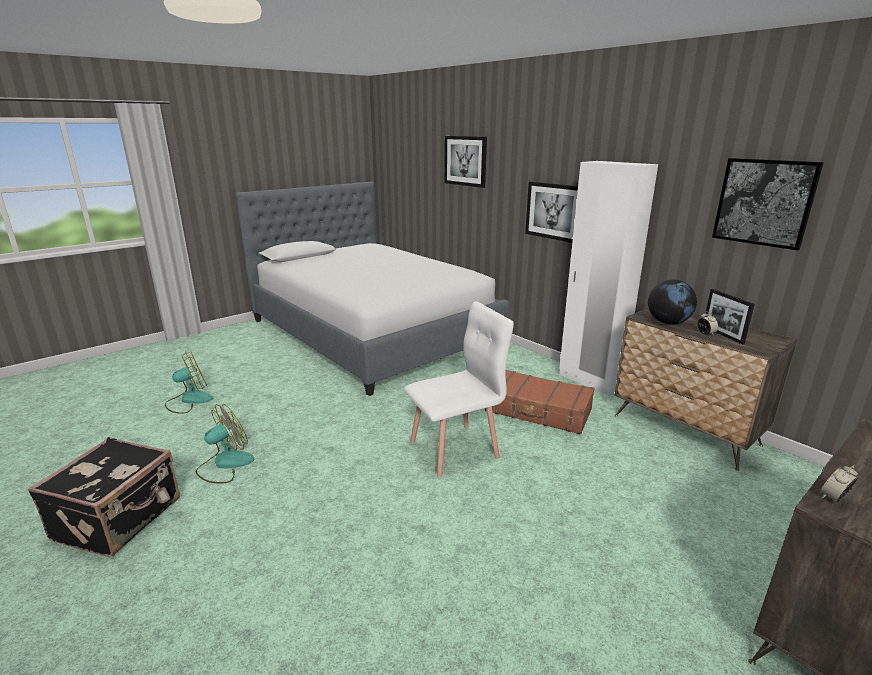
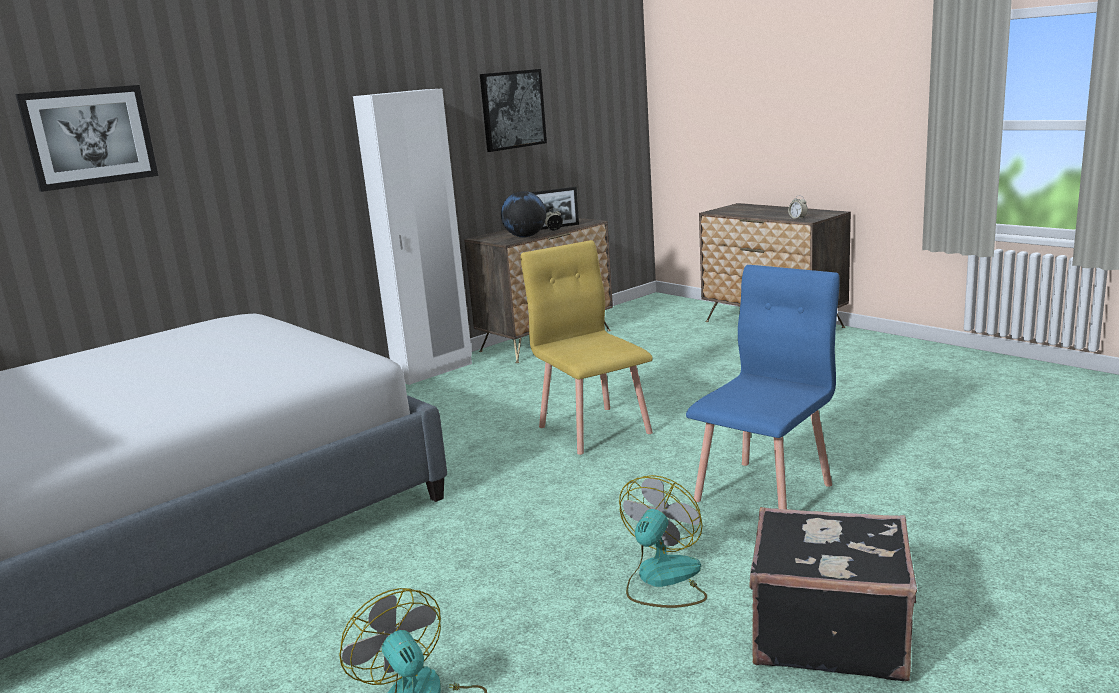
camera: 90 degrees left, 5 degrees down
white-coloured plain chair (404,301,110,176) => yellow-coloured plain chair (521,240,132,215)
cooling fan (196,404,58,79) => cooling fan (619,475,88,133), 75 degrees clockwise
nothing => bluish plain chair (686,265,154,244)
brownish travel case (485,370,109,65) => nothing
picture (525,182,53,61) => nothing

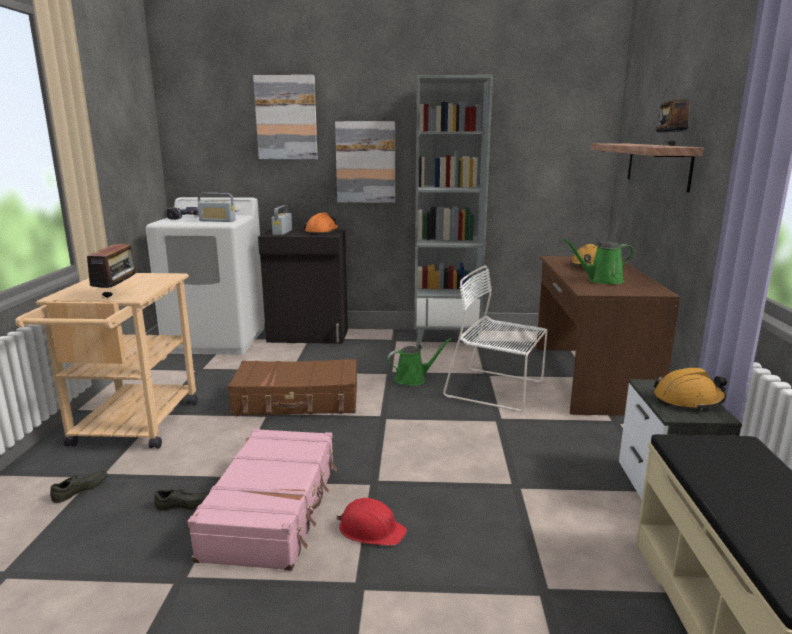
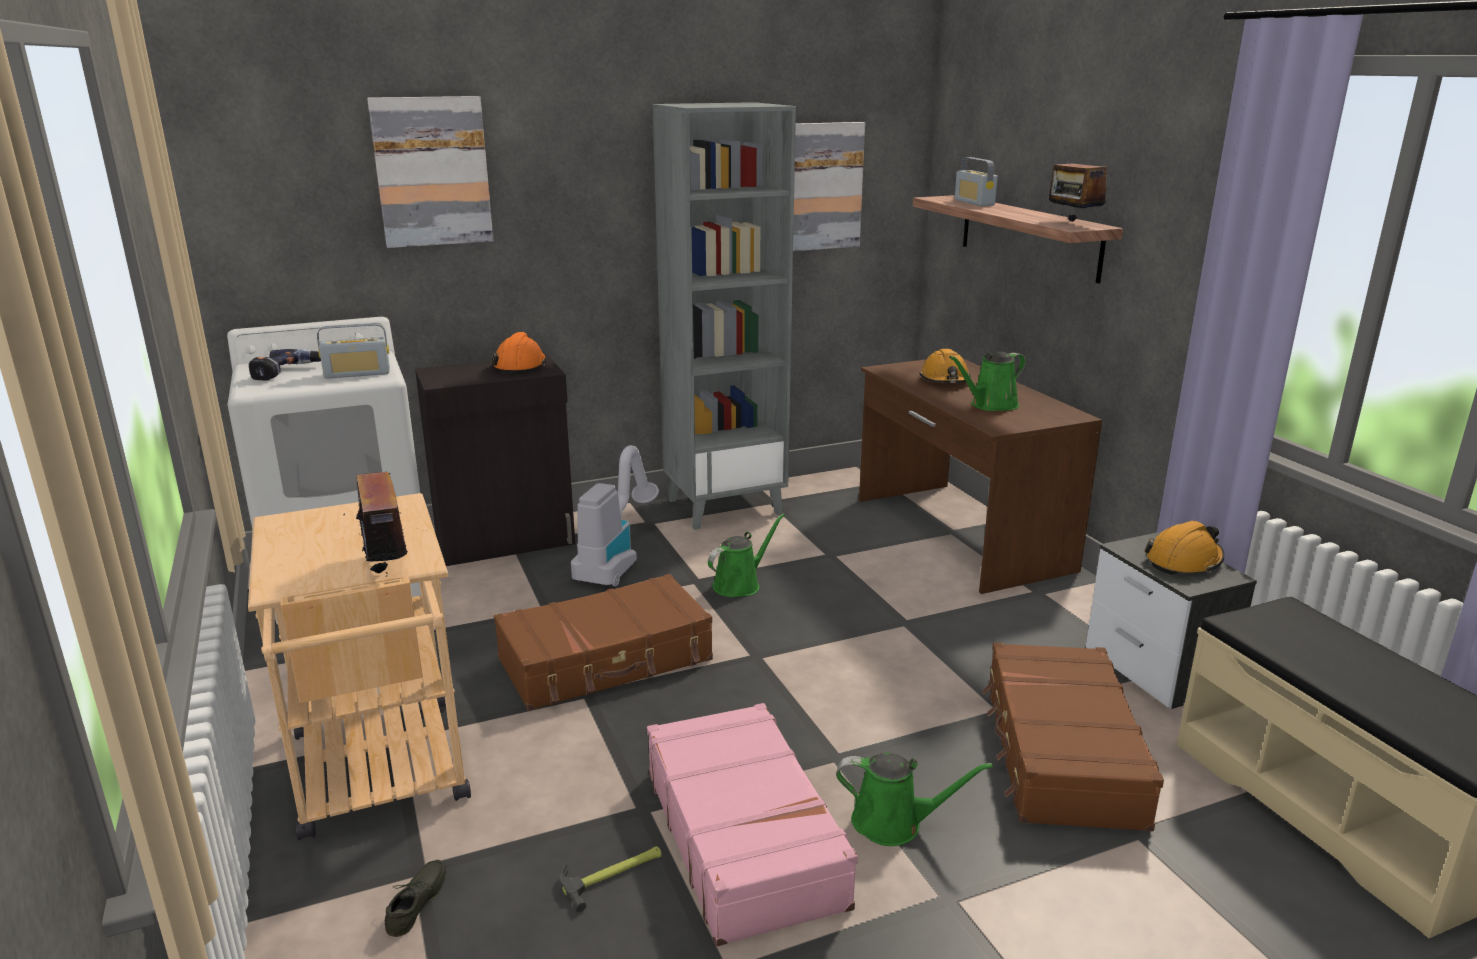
camera: 25 degrees left, 5 degrees up
grey low shoe (154,486,55,25) => hammer (560,846,102,67)
nothing => vacuum (571,445,88,141)
picture (335,121,60,82) => picture (793,122,72,129), shifted
red-coloured safety helmet (336,498,71,48) => greenish sprinkling can (836,753,157,93)
radio (272,205,20,30) => radio (955,157,43,49), shifted
nothing => brownish travel case (982,642,182,189)
white-coloured plain chair (443,266,105,146) => nothing

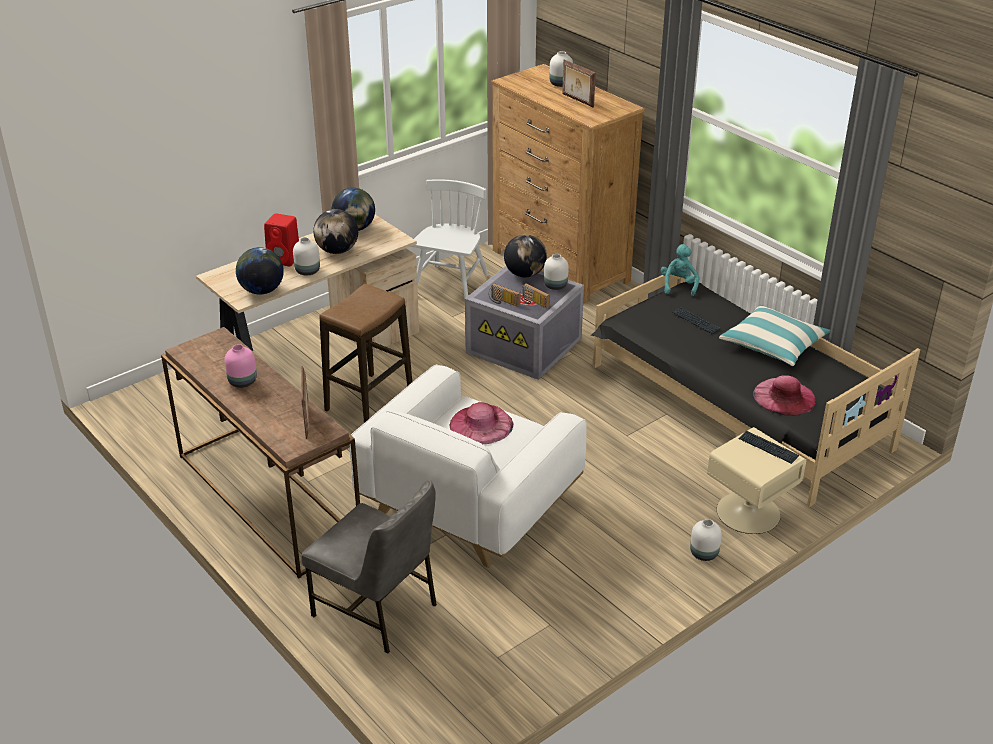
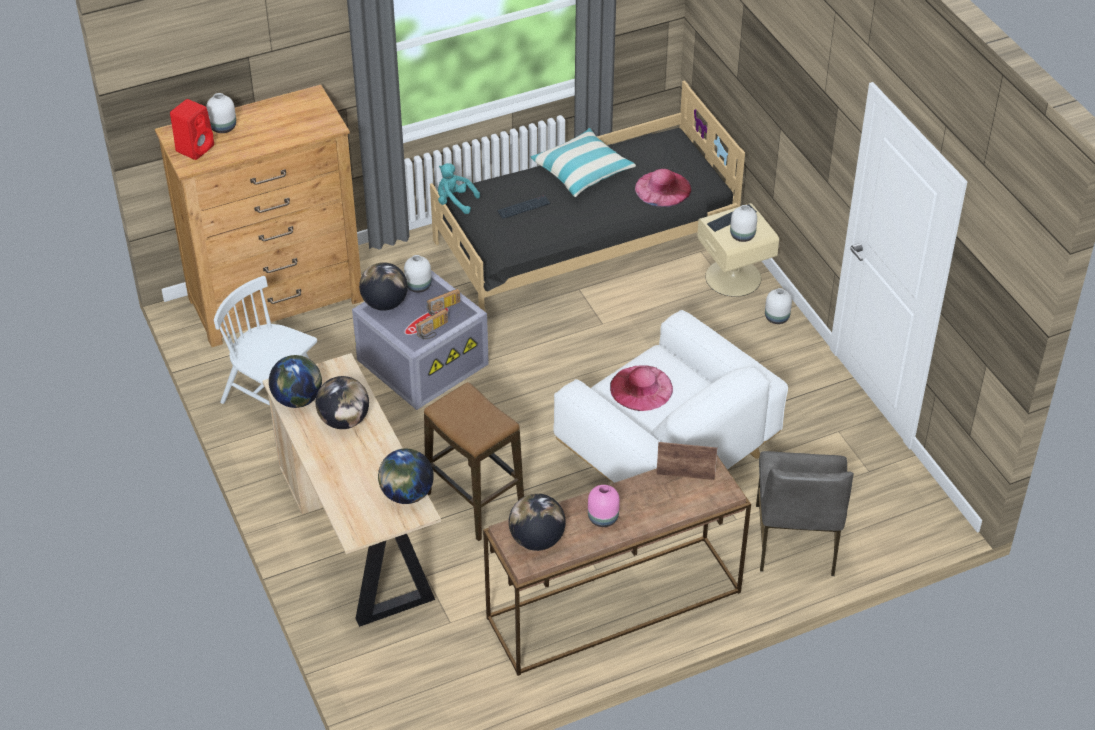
camera: 75 degrees left, 10 degrees up
red-coloured speaker (264,213,35,53) => red-coloured speaker (170,99,44,61), shifted
nothing => desk globe (509,494,57,57)
white-coloured decorative vase (293,237,27,38) => white-coloured decorative vase (730,205,27,37), shifted
grey plain chair (301,480,136,174) => grey plain chair (756,451,98,125), 135 degrees clockwise
picture frame (562,60,34,48) => nothing

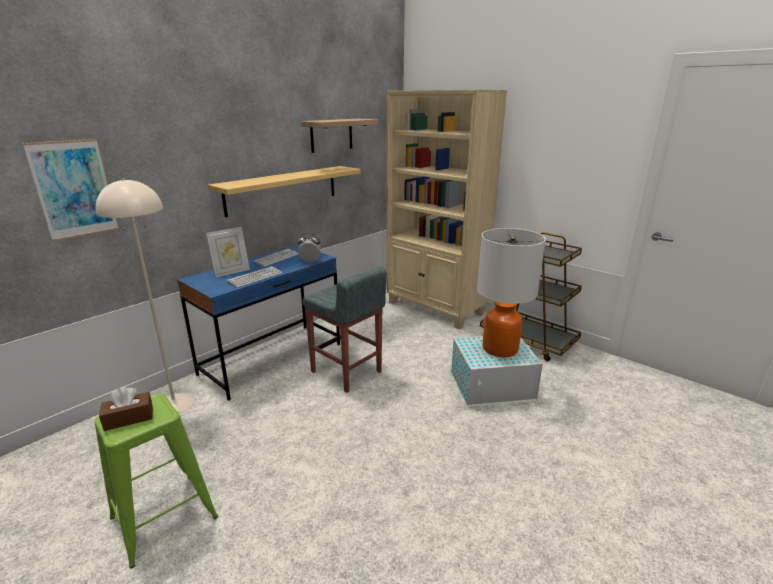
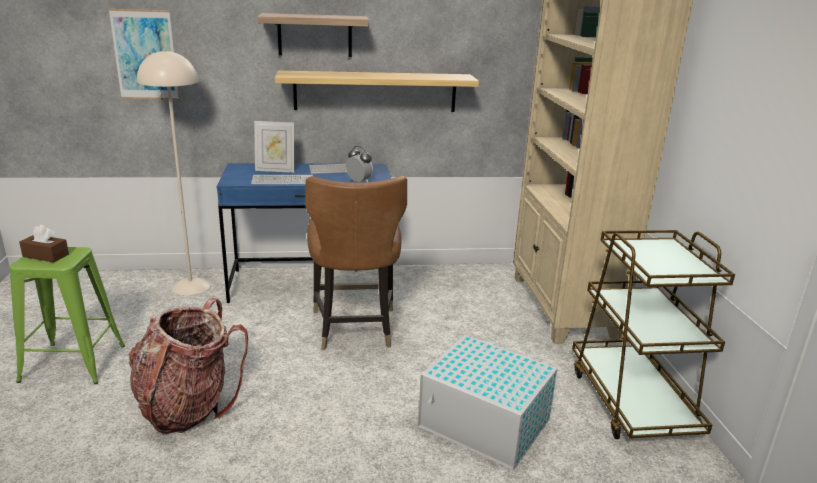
camera: 40 degrees right, 0 degrees up
nothing => knapsack (129,298,119,137)
shelf (301,119,77,34) => shelf (258,13,111,44), shifted
grey stool seat (302,267,85,126) => brownish plain chair (305,176,102,174)
tabletop lamp (477,228,69,129) => nothing

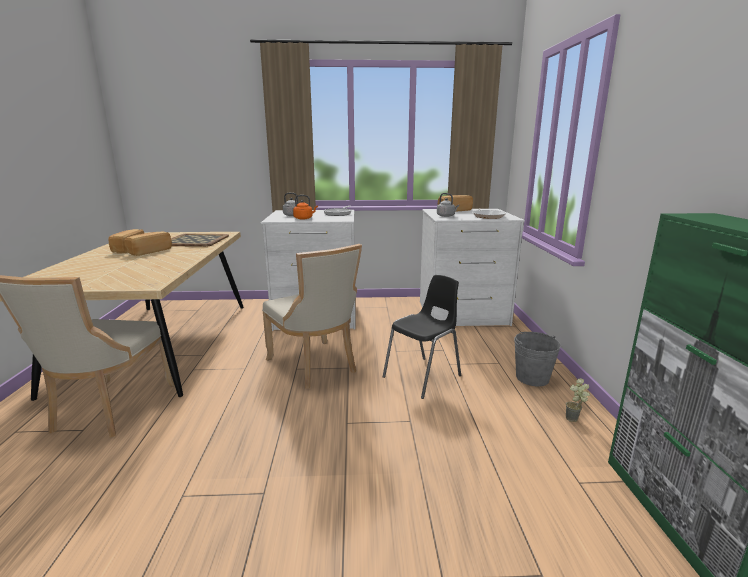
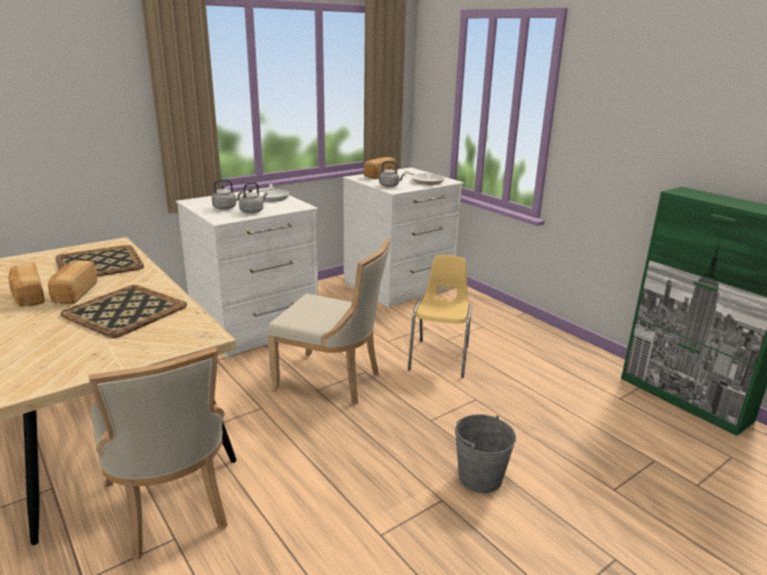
camera: 35 degrees left, 5 degrees up
nothing => tray (60,285,127,53)
orange-coloured water kettle (293,195,25,24) => grey water kettle (239,182,28,31)
black plain chair (383,275,78,124) => yellow-coloured plain chair (408,255,64,123)
grey bucket (514,332,47,54) => grey bucket (455,414,61,79), shifted
plant in a pot (566,378,24,44) => nothing

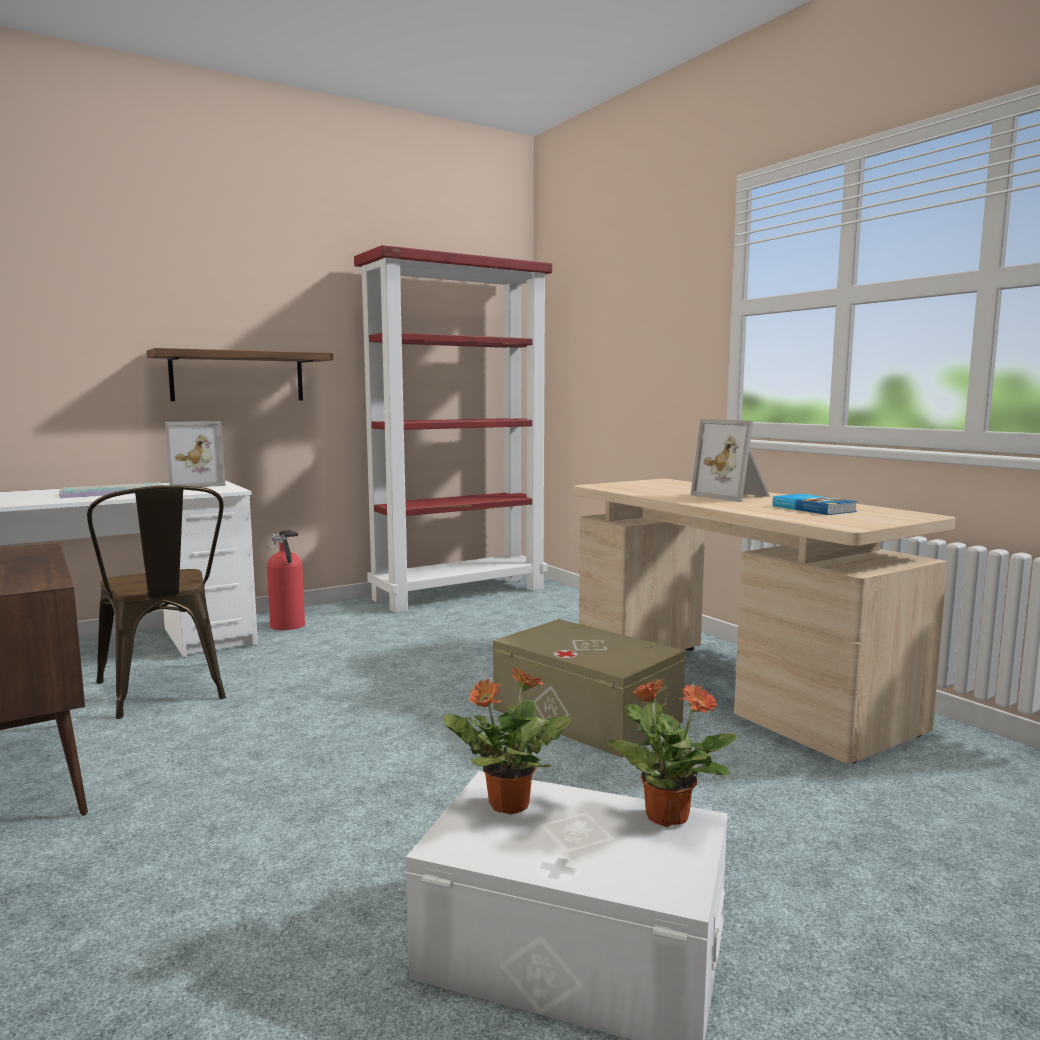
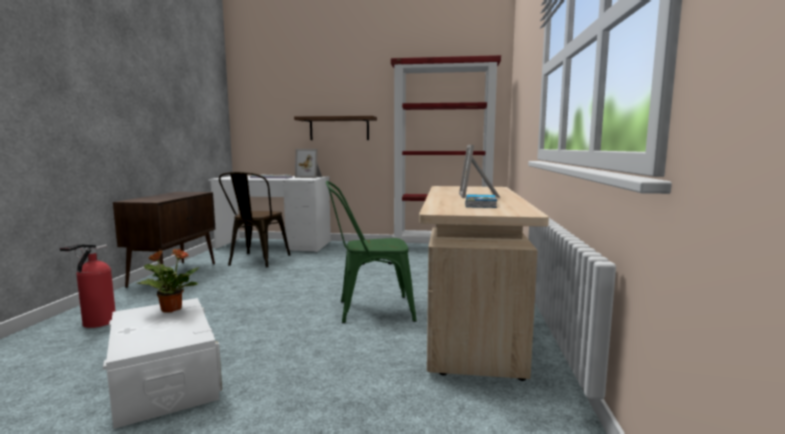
camera: 40 degrees right, 0 degrees up
fire-fighting cylinder (265,530,40,100) => fire-fighting cylinder (60,244,55,84), shifted
sand-coloured storage container (493,619,192,139) => greenish plain chair (326,181,90,142)
plant in a pot (605,678,133,149) => nothing

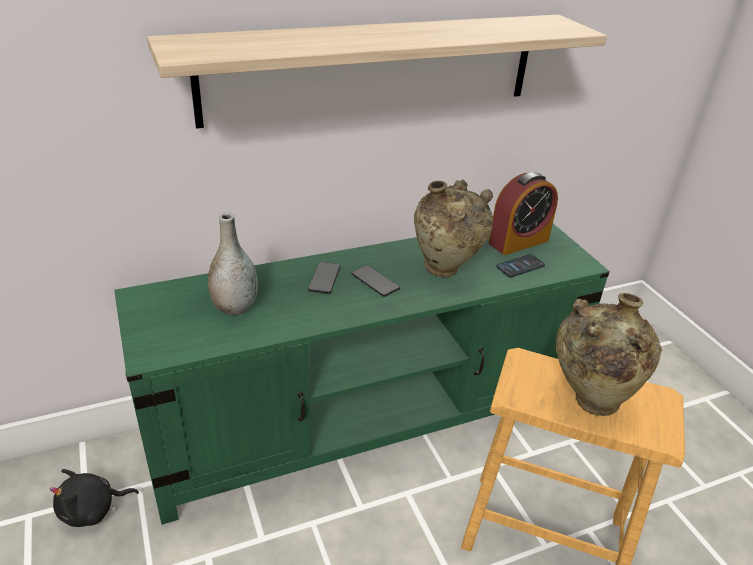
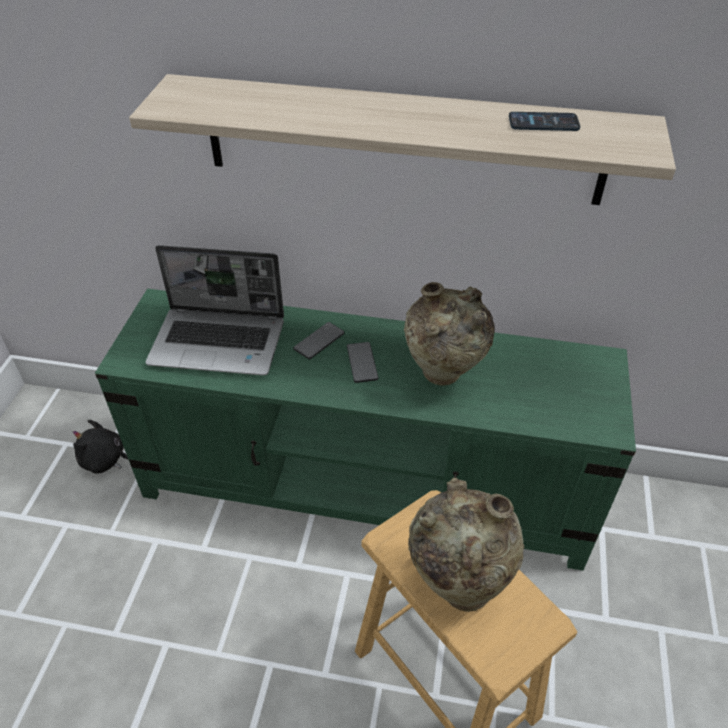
camera: 35 degrees right, 10 degrees up
grey decorative vase (208,212,50,103) => laptop (146,245,138,131)
handset (496,254,49,23) => handset (509,112,71,19), shifted
alarm clock (488,172,70,83) => nothing

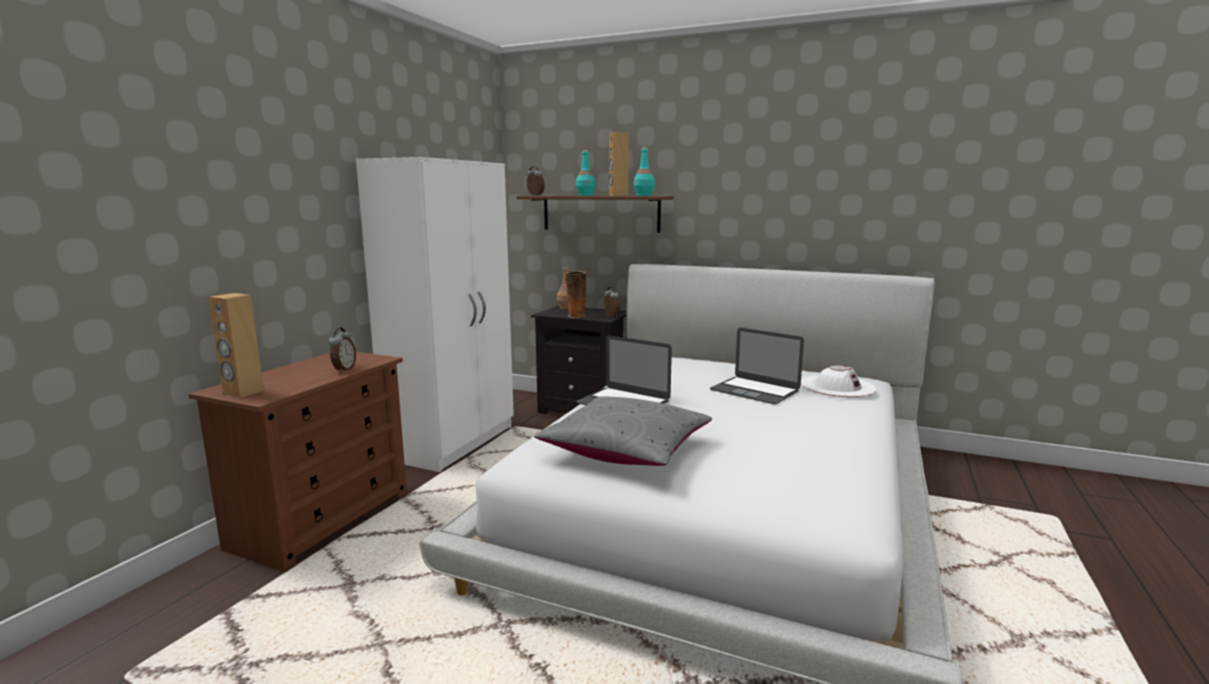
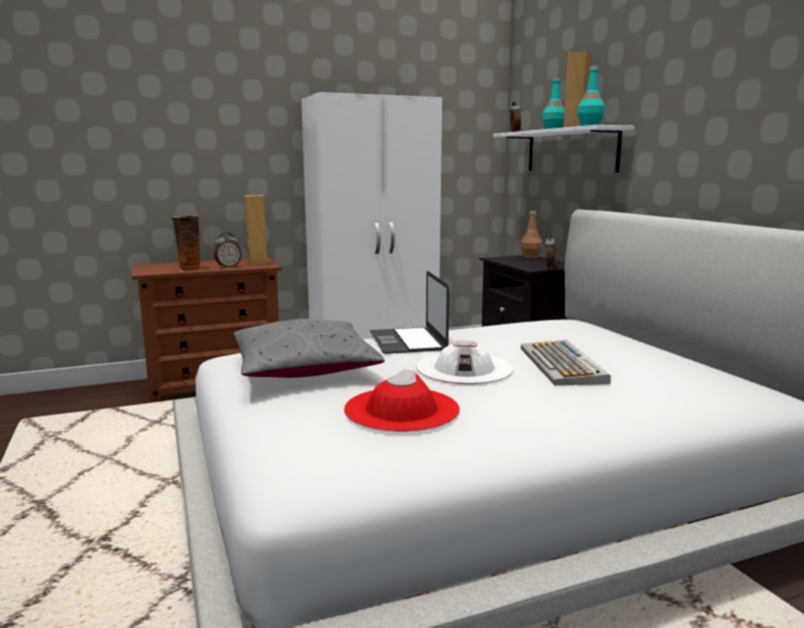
camera: 45 degrees right, 0 degrees up
decorative vase (566,271,20,47) => decorative vase (172,215,29,56), shifted
brownish speaker (209,293,55,105) => brownish speaker (244,195,23,71), shifted
nothing => red-coloured clothing hat (344,370,116,62)
white-coloured clothing hat (801,365,75,32) => white-coloured clothing hat (416,340,97,44), shifted
brownish shelf (517,196,157,37) => white-coloured shelf (493,125,141,47)
laptop (710,328,94,76) => keyboard (521,340,90,46)

